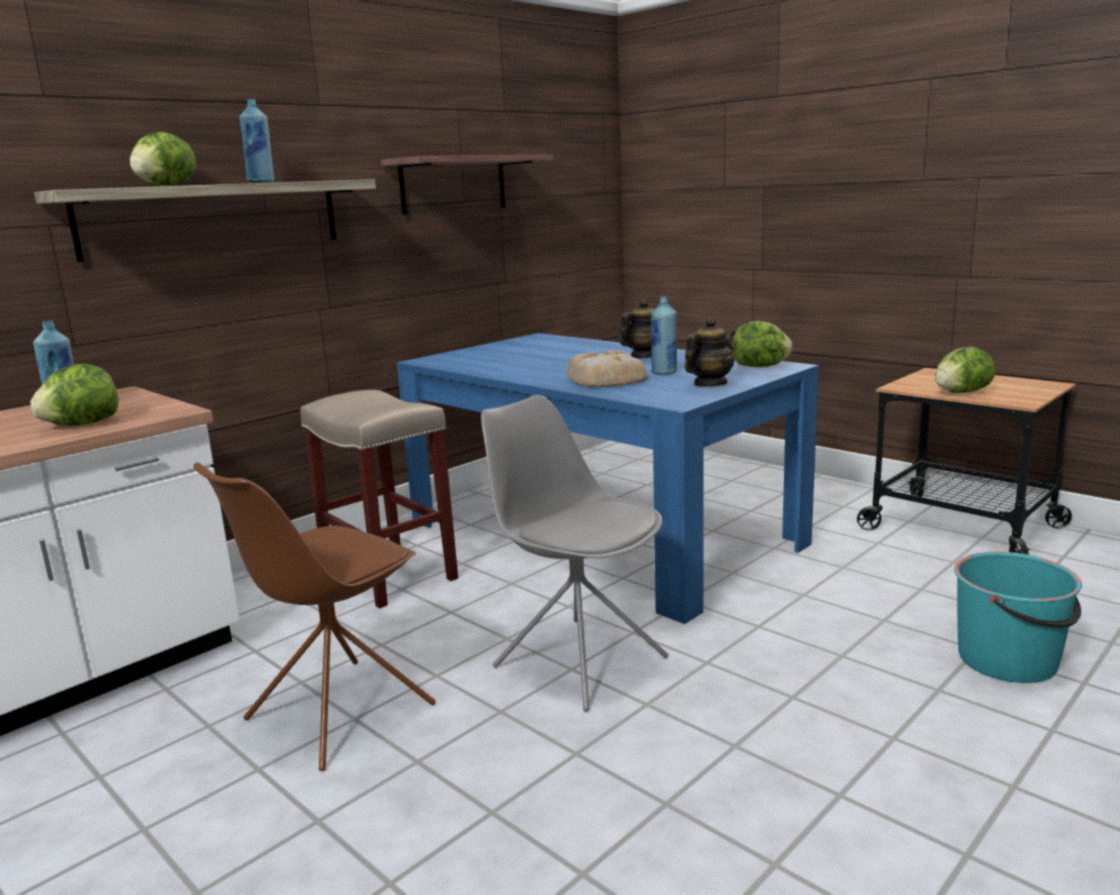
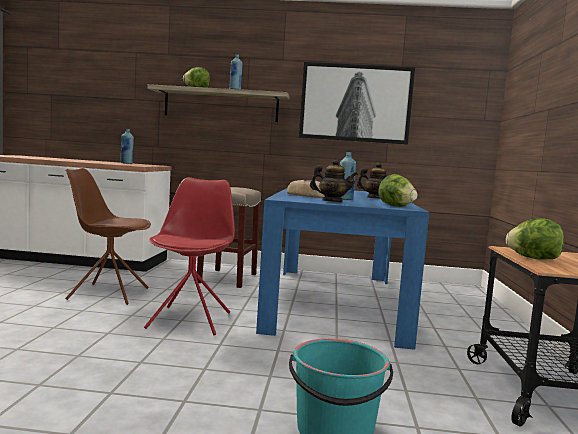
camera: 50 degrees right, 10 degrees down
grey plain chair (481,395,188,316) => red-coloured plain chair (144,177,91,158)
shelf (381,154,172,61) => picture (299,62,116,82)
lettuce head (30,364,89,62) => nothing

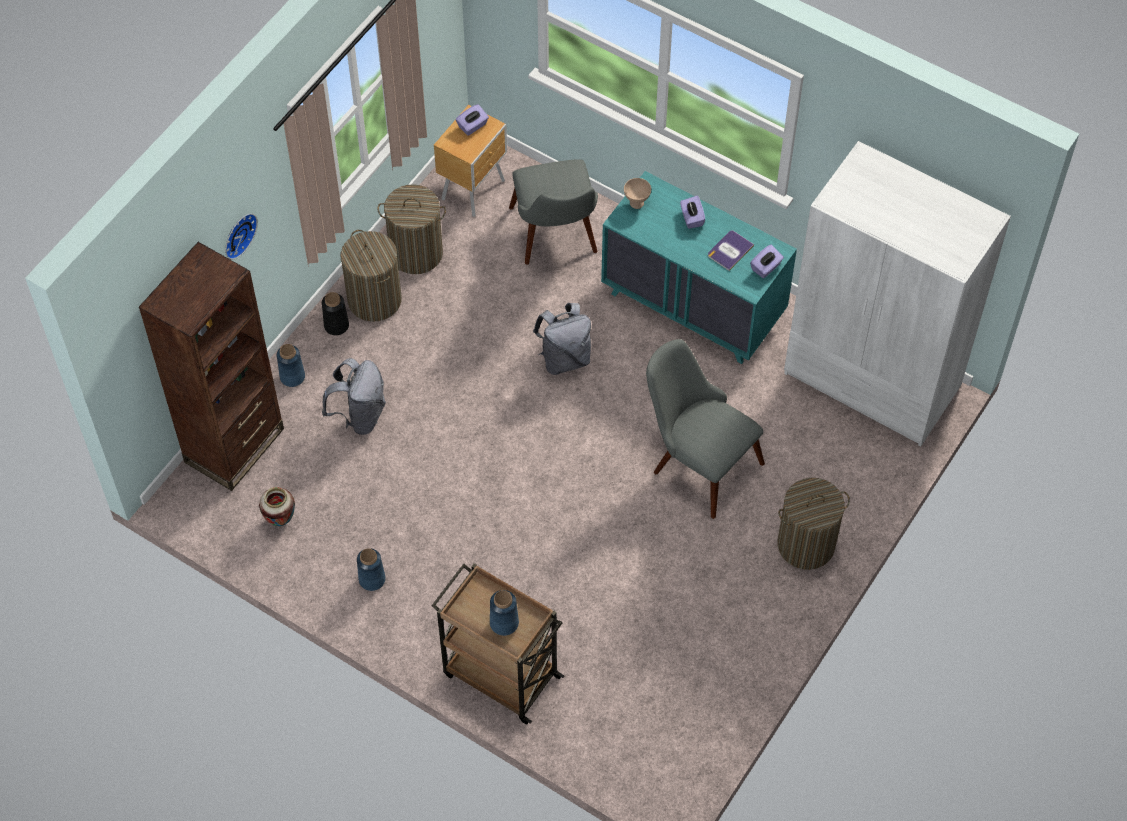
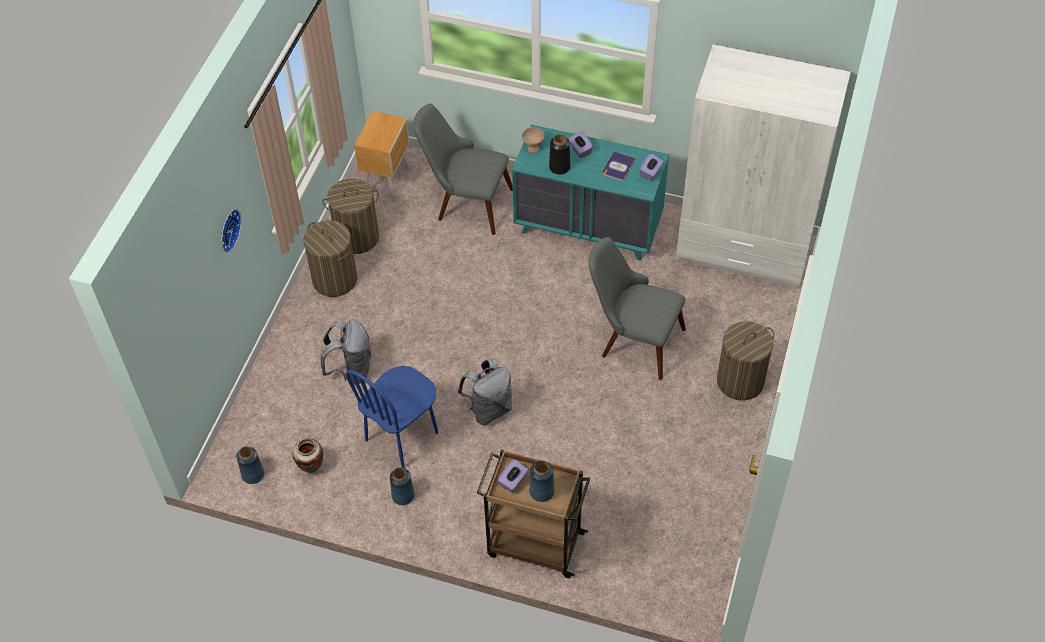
camera: 15 degrees left, 5 degrees down
bluish decorative vase (277,344,28,43) => bluish decorative vase (236,446,28,38), shifted
nothing => bluish plain chair (346,366,92,102)
grey plain chair (509,159,89,106) => grey plain chair (414,104,99,131), 135 degrees clockwise
grey knapsack (533,303,58,72) => grey knapsack (458,359,54,66), shifted
purplish tissue box (456,104,33,32) => purplish tissue box (497,459,31,34), shifted
black decorative vase (322,292,27,43) => black decorative vase (549,134,21,40), shifted
brownish bookcase (139,242,145,249) => nothing

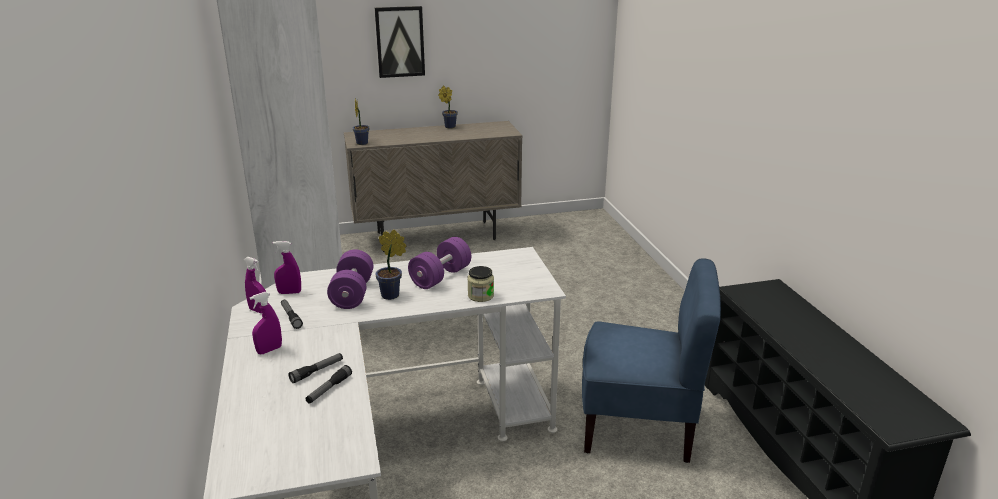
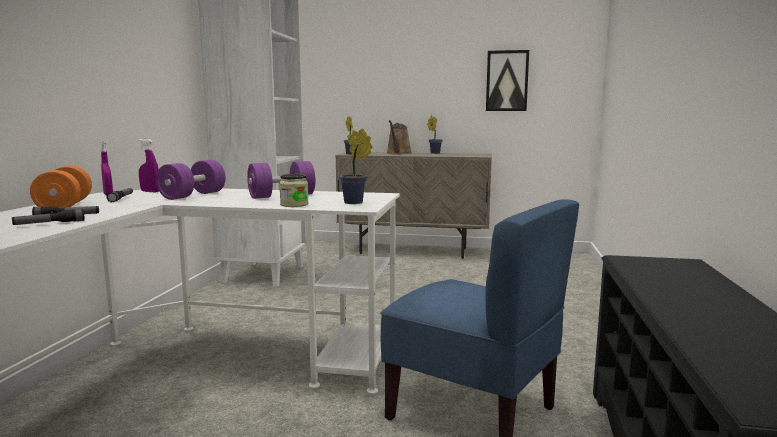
camera: 25 degrees right, 15 degrees down
purplish sprayer (250,292,32,62) => orange-coloured dumbbell (30,166,62,42)
plant in a pot (375,230,31,70) => plant in a pot (339,128,34,76), shifted
nothing => brownish sprinkling can (386,120,26,34)
picture (375,6,50,72) => picture (486,50,43,61), shifted

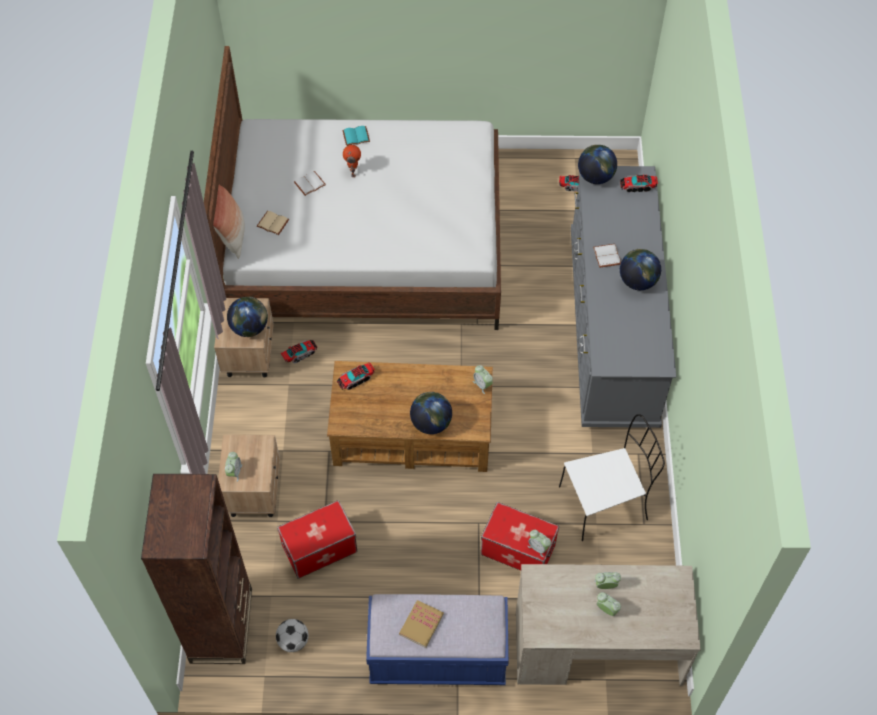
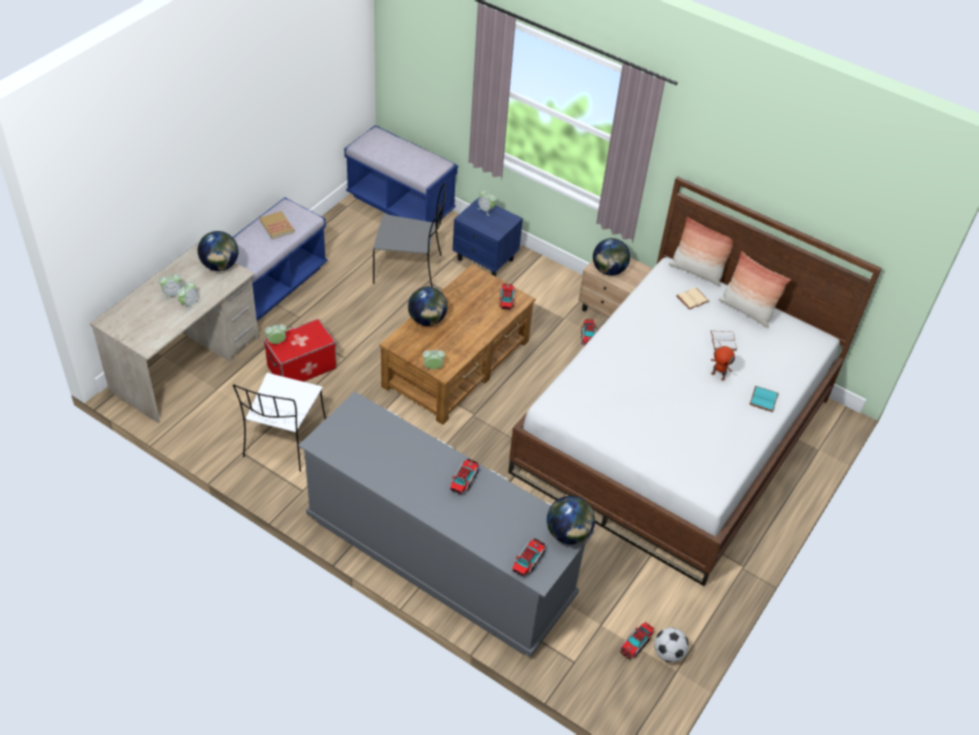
camera: 120 degrees right, 10 degrees down
desk globe (620,249,41,41) => desk globe (197,231,41,40), shifted
brownish bookcase (141,474,111,190) => bluish indoor bench (344,125,114,98)
storage container (277,500,80,79) => grey plain chair (373,184,73,103)
white-coloured volume (593,244,28,24) => toy truck (450,459,29,35)
sand-coloured bedside table (218,435,62,82) => bluish bedside table (453,197,70,80)
football ball (276,619,33,33) => football ball (654,627,35,35), shifted
nothing => throw pillow (719,251,72,77)

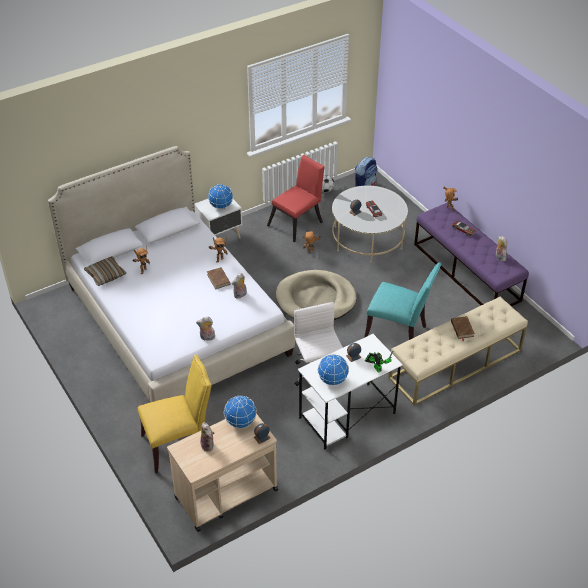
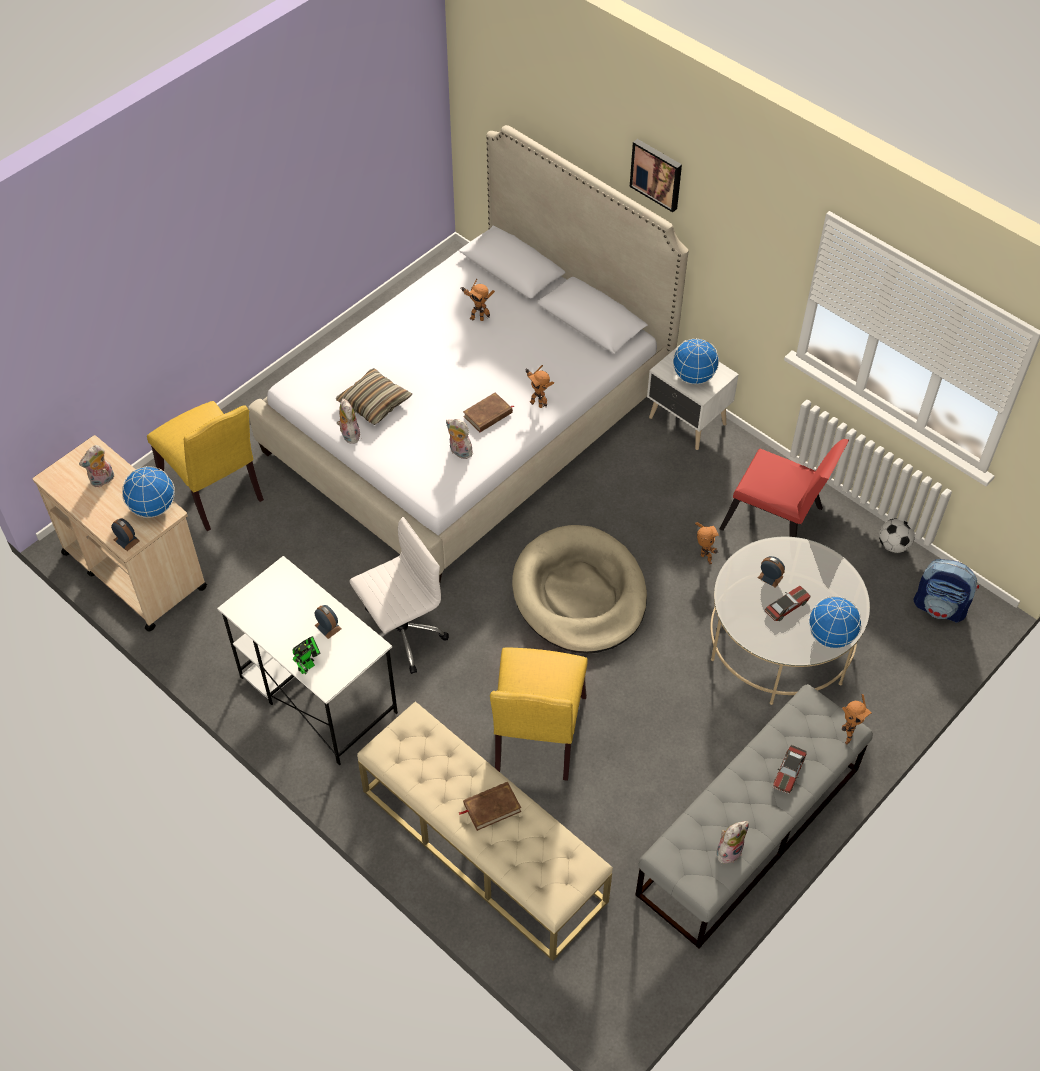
camera: 75 degrees right, 10 degrees up
throw pillow (84,256,42,30) => throw pillow (336,368,76,57), shifted
turquoise-coloured plain chair (364,262,77,78) => yellow-coloured plain chair (490,648,98,133)
nothing => picture (630,139,52,73)
purplish indoor bench (414,203,115,104) => grey indoor bench (636,684,237,265)
desk globe (318,354,31,31) => desk globe (809,596,53,53), shifted

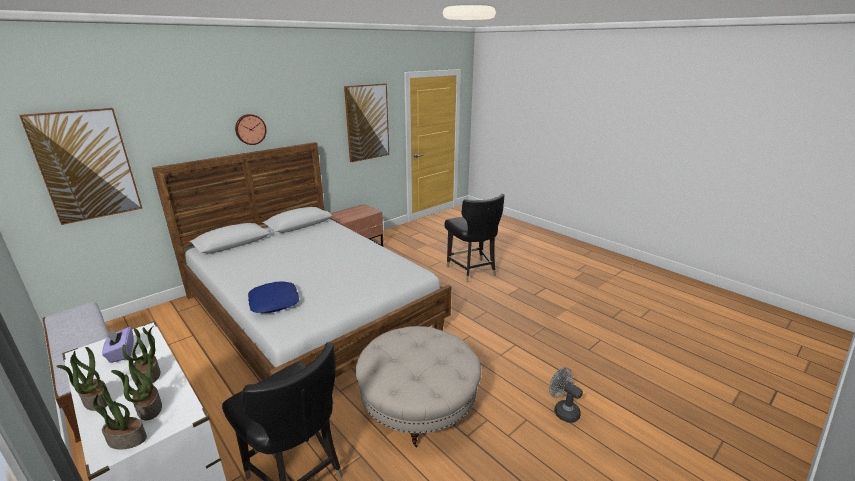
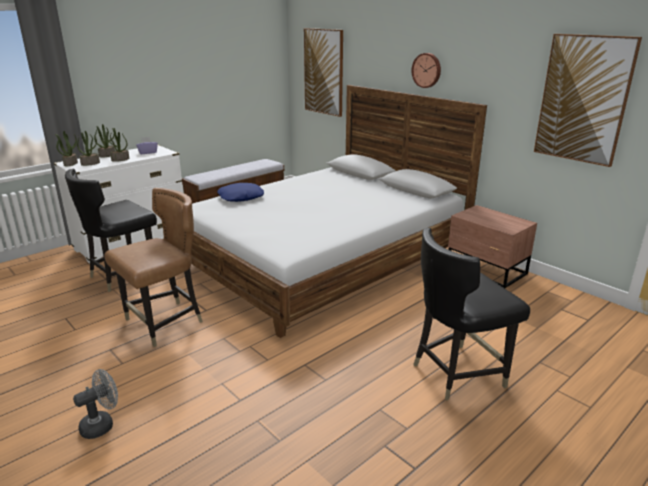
camera: 90 degrees right, 0 degrees up
sand-coloured footrest (356,326,125,122) => brownish plain chair (105,188,98,159)

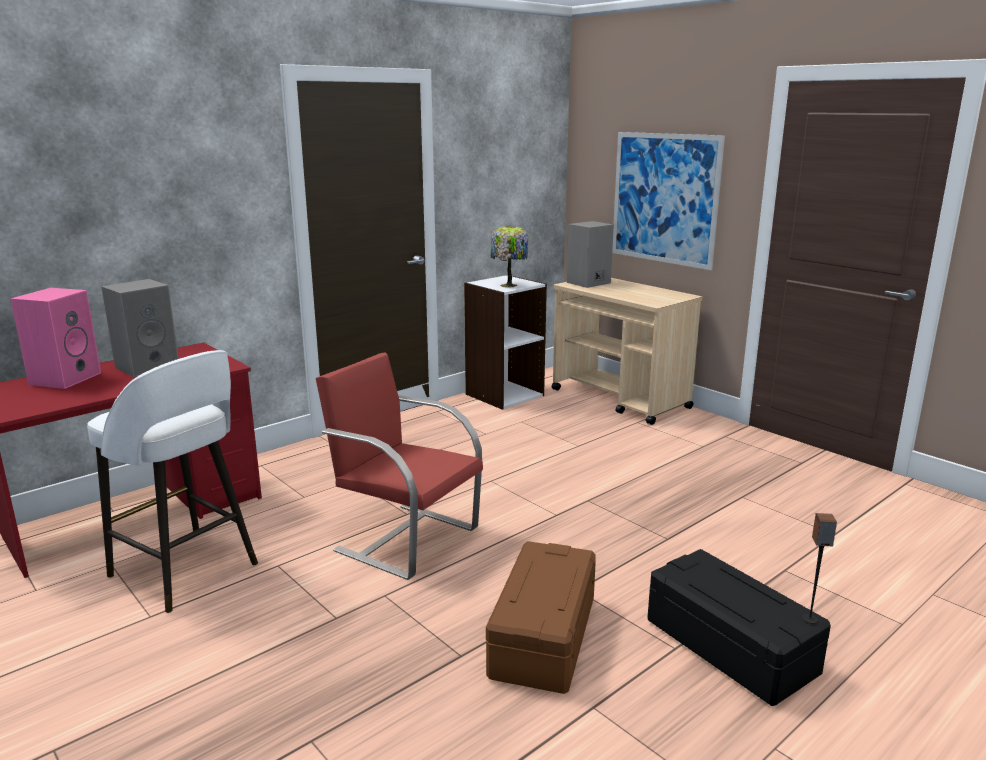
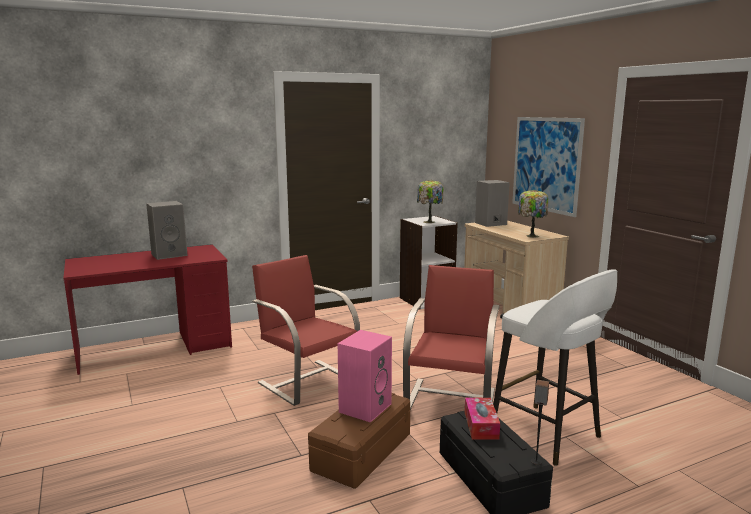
camera: 15 degrees right, 5 degrees down
pink-coloured speaker (10,288,91,101) => pink-coloured speaker (338,330,54,93), shifted
nothing => red-coloured plain chair (403,265,97,145)
nothing => tissue box (465,398,35,42)
white-coloured stool seat (87,350,171,263) => white-coloured stool seat (493,269,124,197), shifted
nothing => tabletop lamp (518,190,31,48)

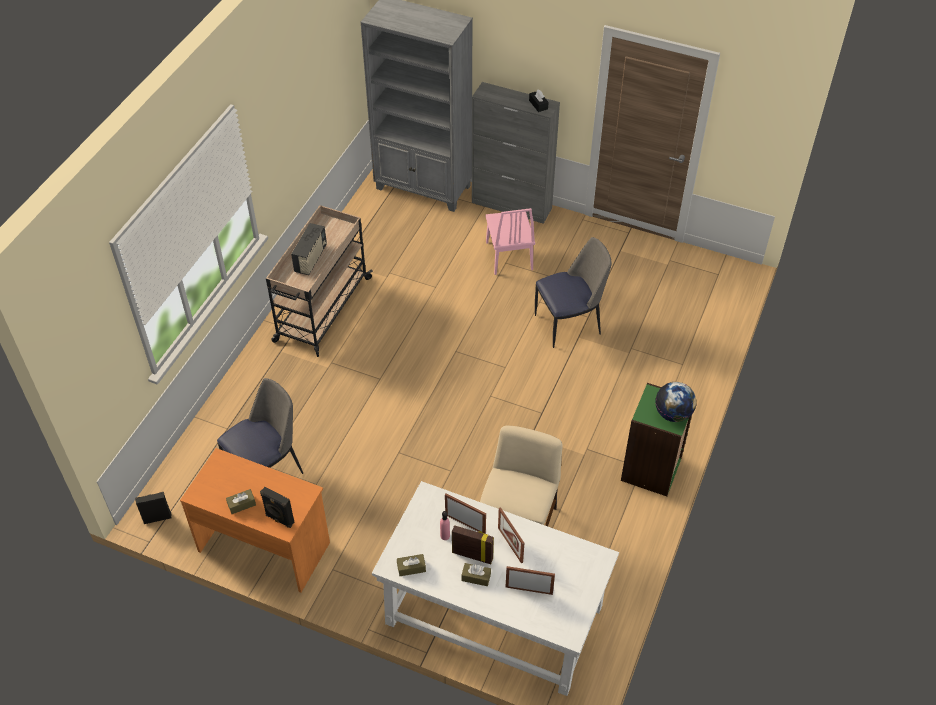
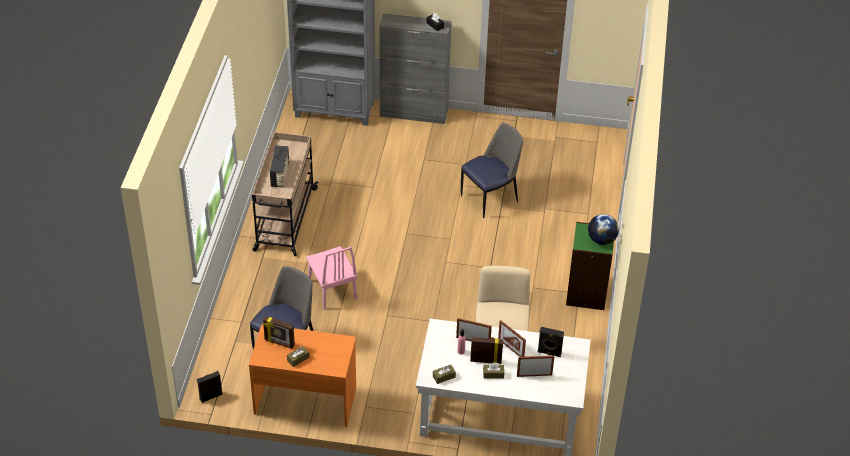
camera: 15 degrees left, 5 degrees down
nothing => picture frame (263,316,32,33)
pink-coloured plain chair (485,208,50,67) => pink-coloured plain chair (306,246,52,64), shifted
black speaker (260,487,34,41) => black speaker (537,327,27,30), shifted

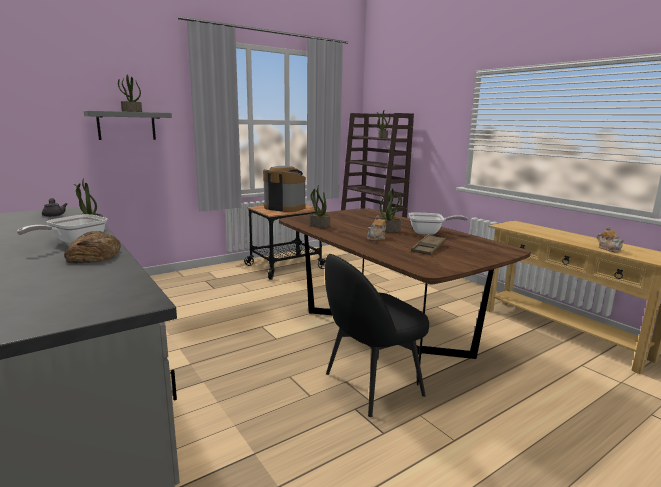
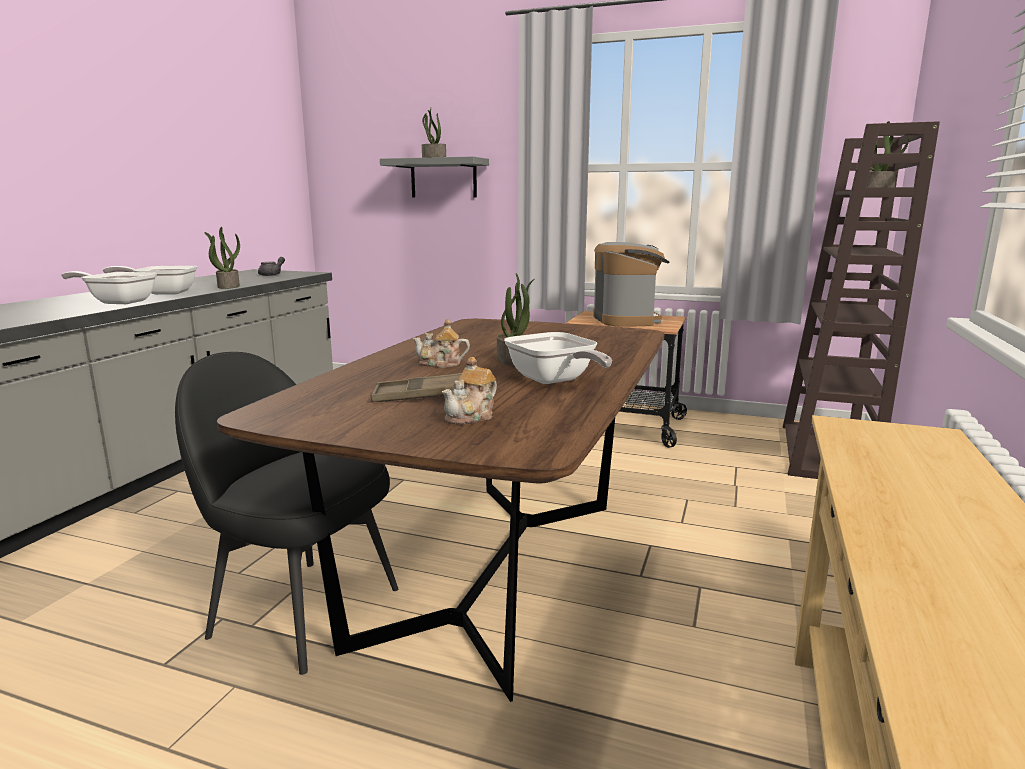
camera: 55 degrees right, 0 degrees up
bread (64,231,57,32) => skillet (61,271,96,33)
tea pot (597,226,28,26) => tea pot (442,357,55,68), shifted
plant in a pot (309,185,21,43) => nothing

